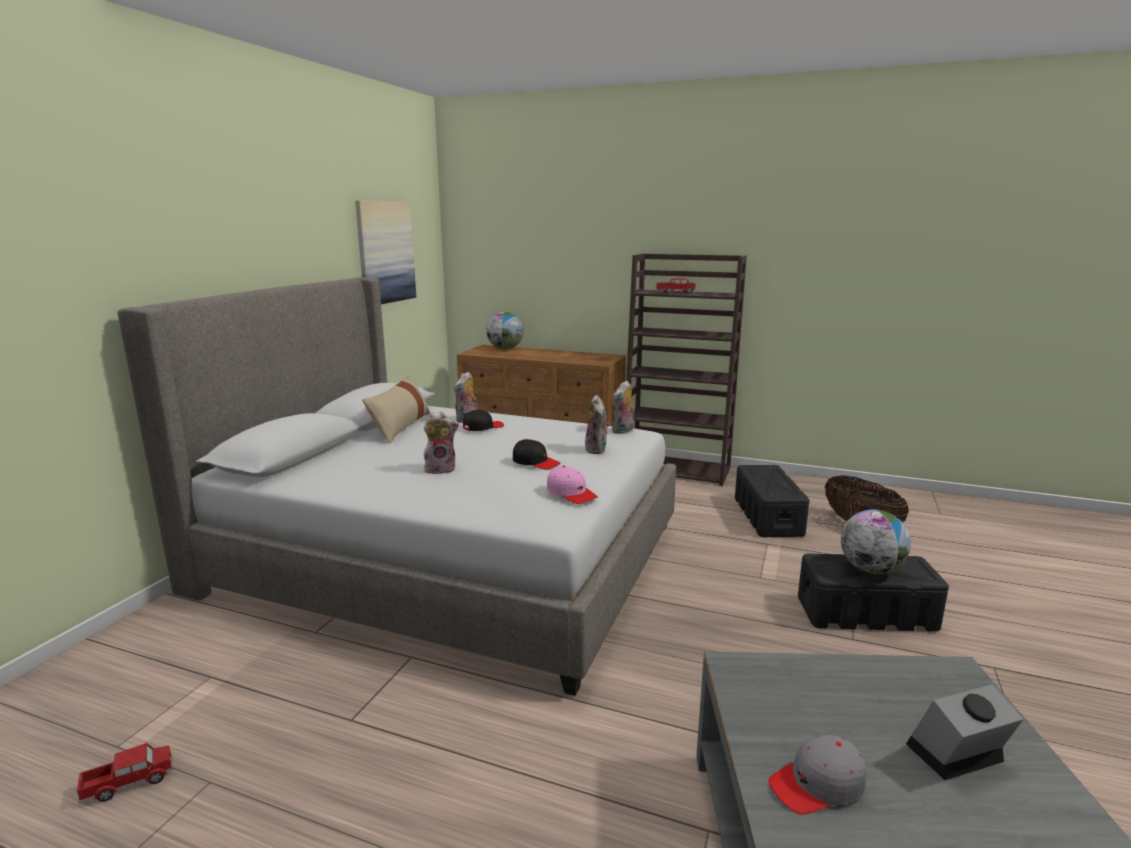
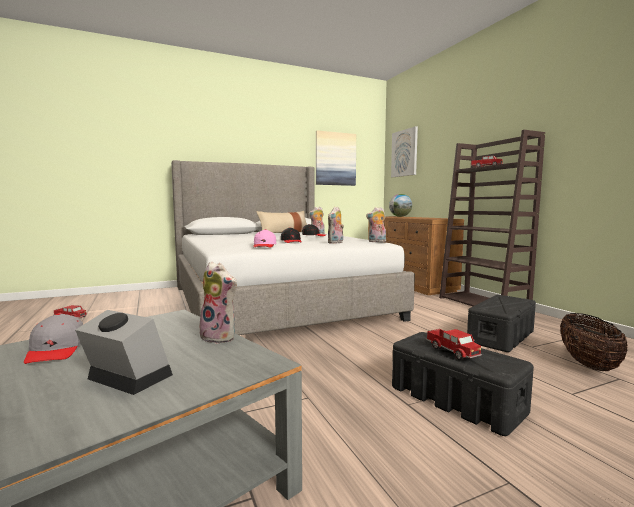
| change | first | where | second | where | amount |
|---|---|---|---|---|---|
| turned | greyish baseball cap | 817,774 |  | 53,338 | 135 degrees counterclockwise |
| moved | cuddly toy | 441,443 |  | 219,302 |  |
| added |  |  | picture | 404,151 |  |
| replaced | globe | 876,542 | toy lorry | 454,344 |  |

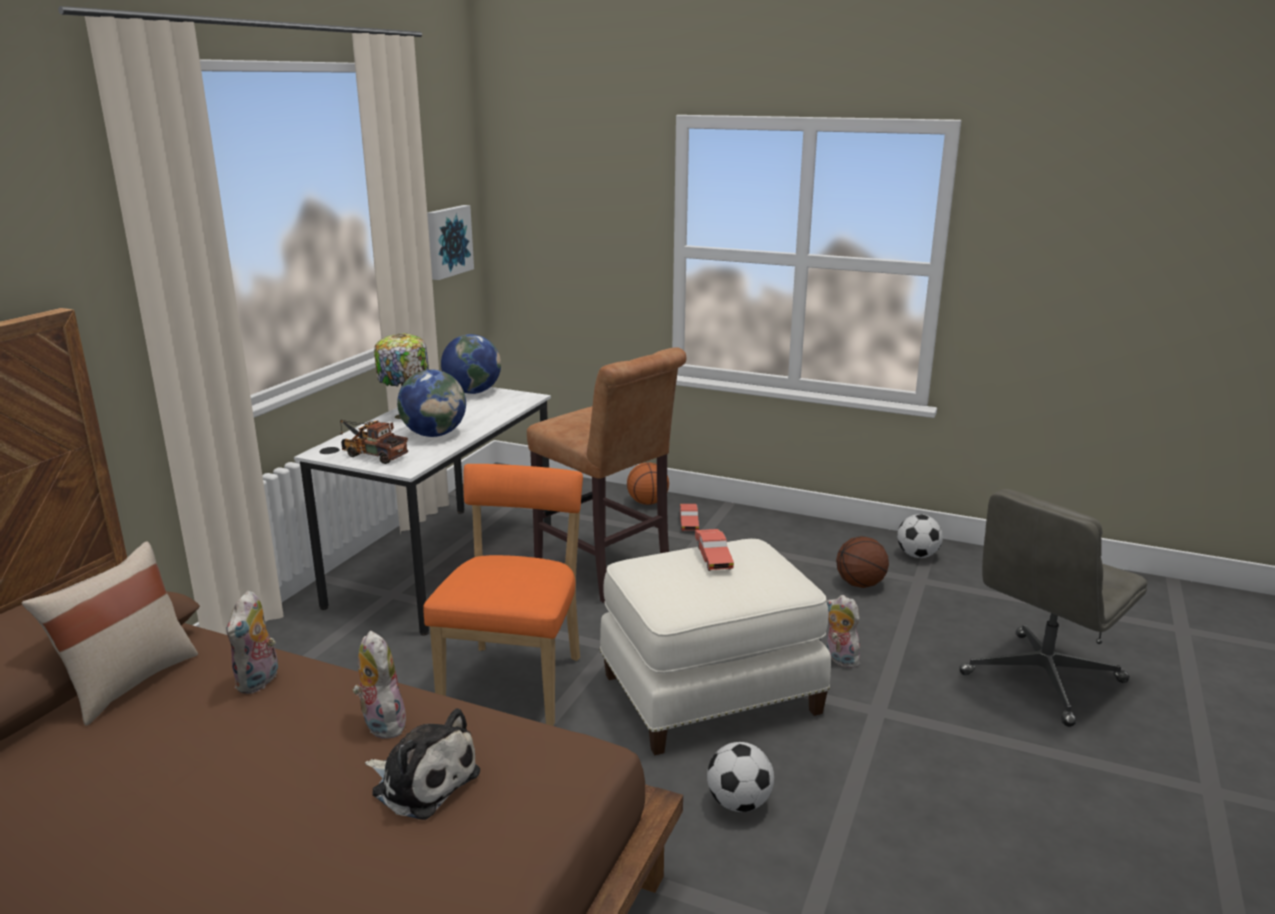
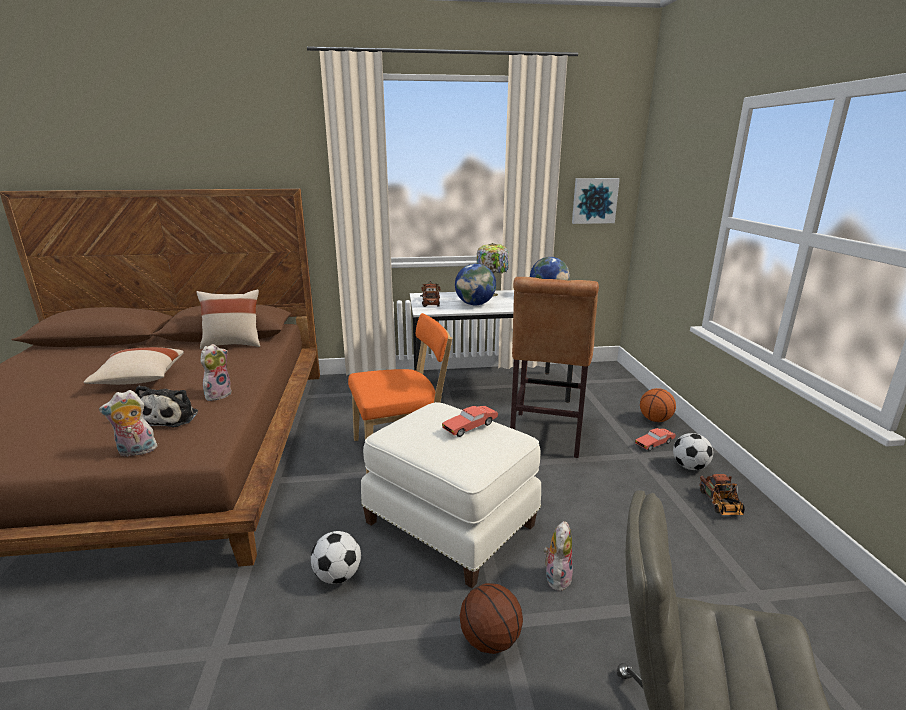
| change | first | where | second | where | amount |
|---|---|---|---|---|---|
| added |  |  | beige-coloured cushion | 134,366 |  |
| moved | cuddly toy | 252,642 |  | 128,423 |  |
| moved | ball for basketball | 862,562 |  | 491,618 |  |
| moved | football ball | 920,536 |  | 693,451 |  |
| added |  |  | toy lorry | 722,494 |  |

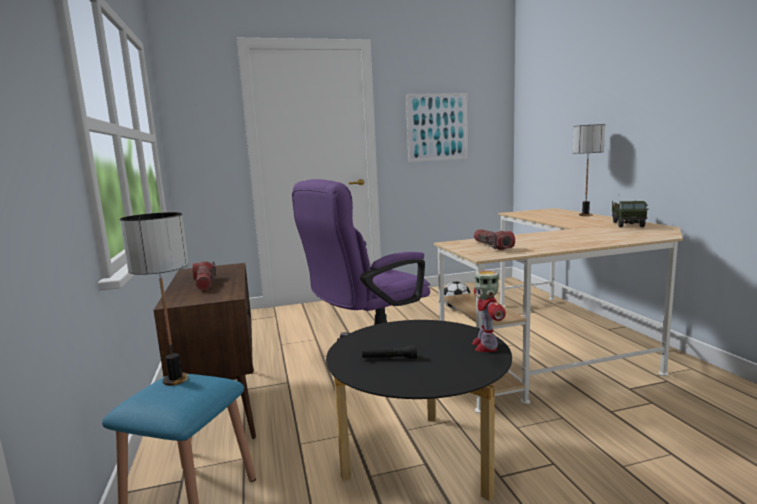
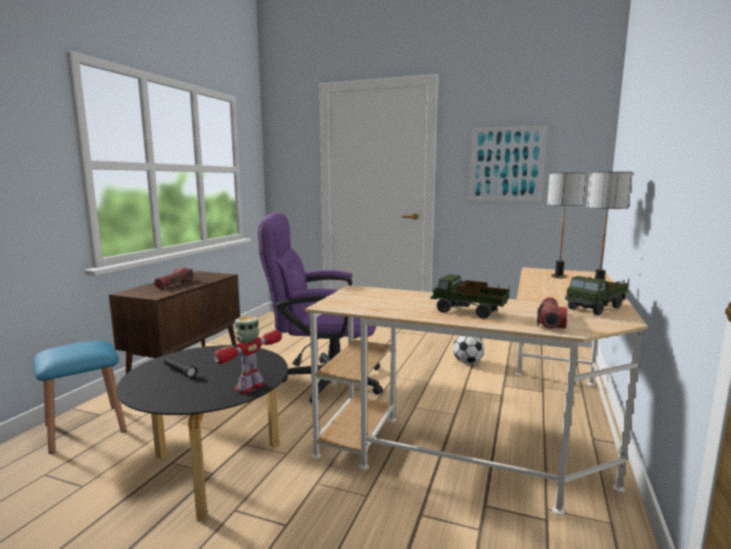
| change | first | where | second | where | amount |
|---|---|---|---|---|---|
| added |  |  | toy lorry | 470,296 |  |
| moved | flashlight | 494,239 |  | 552,312 |  |
| moved | tabletop lamp | 154,299 |  | 566,225 |  |

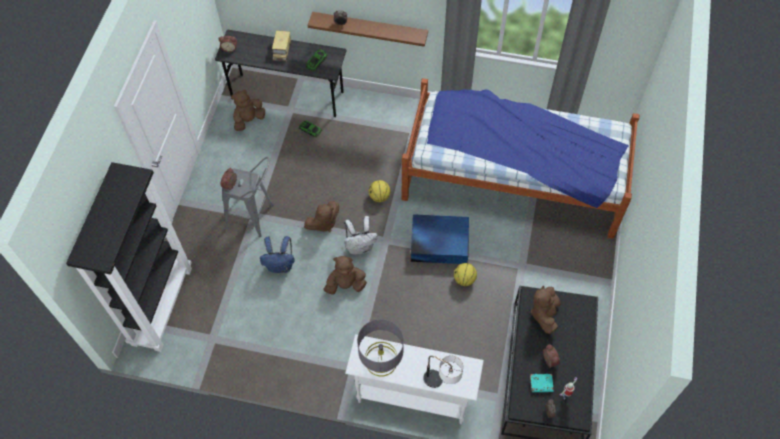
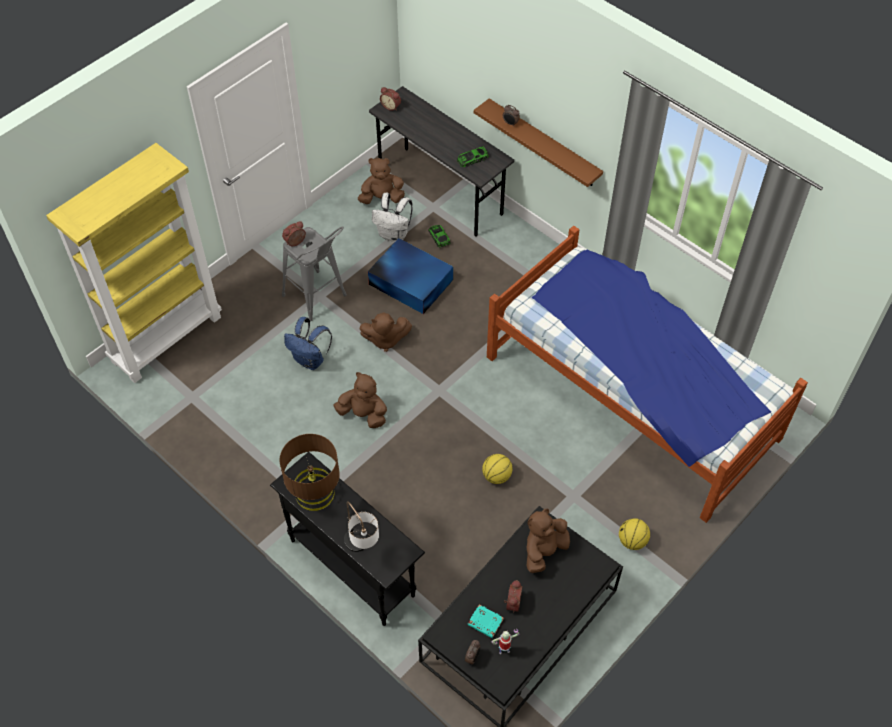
| change | first | where | second | where | amount |
|---|---|---|---|---|---|
| recoloured | blackish bookcase | 129,257 | yellow-coloured bookcase | 134,263 |  |
| recoloured | whitish console table | 414,379 | blackish console table | 347,539 |  |
| recoloured | greyish tabletop lamp | 380,348 | brown-coloured tabletop lamp | 310,472 |  |
| moved | blue-coloured storage box | 440,239 |  | 410,276 |  |
| moved | whitish rucksack | 361,235 |  | 392,217 |  |
| moved | ball for basketball | 379,191 |  | 634,534 |  |
| removed | toy lorry | 281,46 |  |  |  |

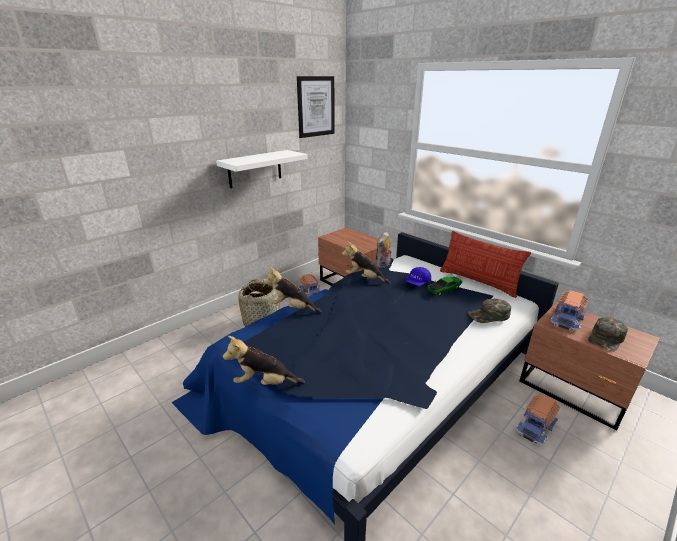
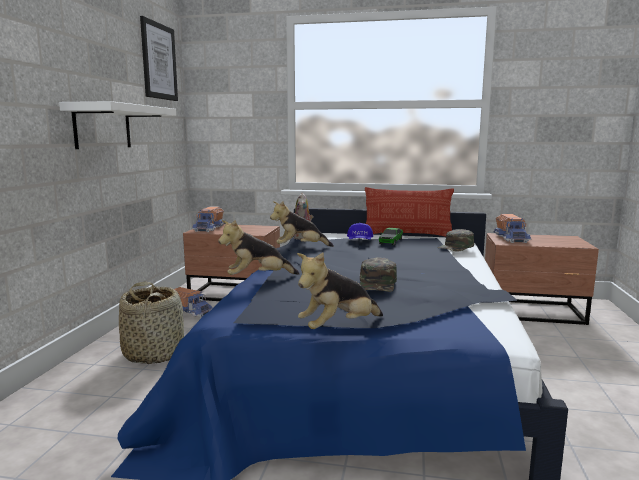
| change | first | where | second | where | amount |
|---|---|---|---|---|---|
| moved | toy lorry | 538,419 |  | 208,219 |  |
| moved | green-coloured baseball cap | 608,334 |  | 378,274 |  |

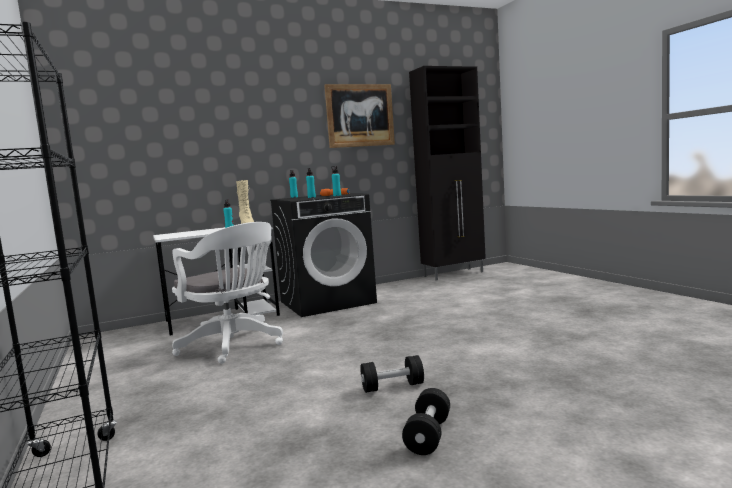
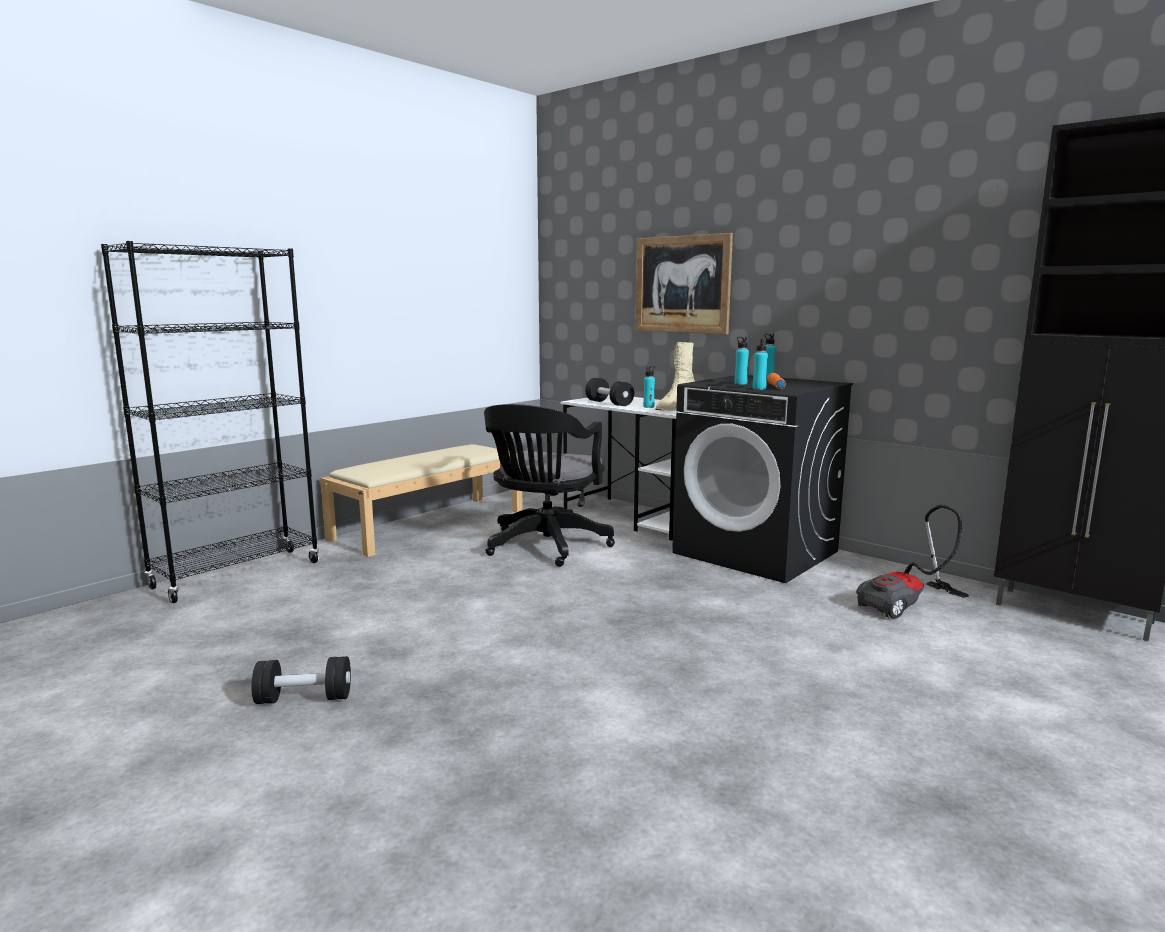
| change | first | where | second | where | amount |
|---|---|---|---|---|---|
| added |  |  | beige-coloured long seat | 421,500 |  |
| recoloured | whitish desk chair | 227,293 | blackish desk chair | 549,485 |  |
| moved | blackish dumbbell | 392,374 |  | 609,392 |  |
| moved | picture | 359,116 |  | 684,283 |  |
| added |  |  | vacuum cleaner | 912,562 |  |

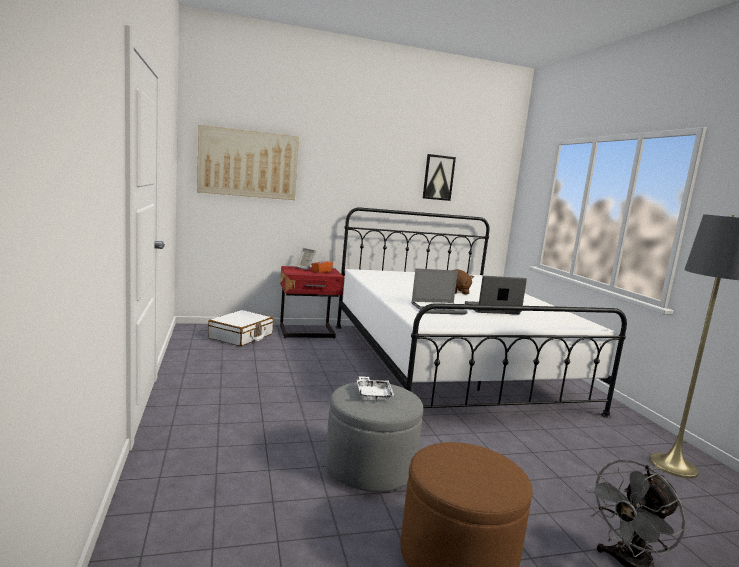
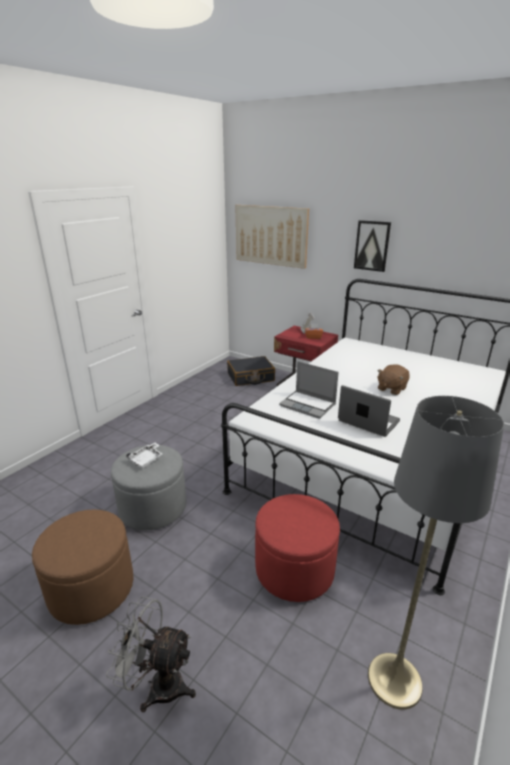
| change | first | where | second | where | amount |
|---|---|---|---|---|---|
| recoloured | whitish travel case | 240,328 | blackish travel case | 251,371 |  |
| added |  |  | red-coloured ottoman | 297,548 |  |
| moved | picture | 439,177 |  | 372,246 |  |

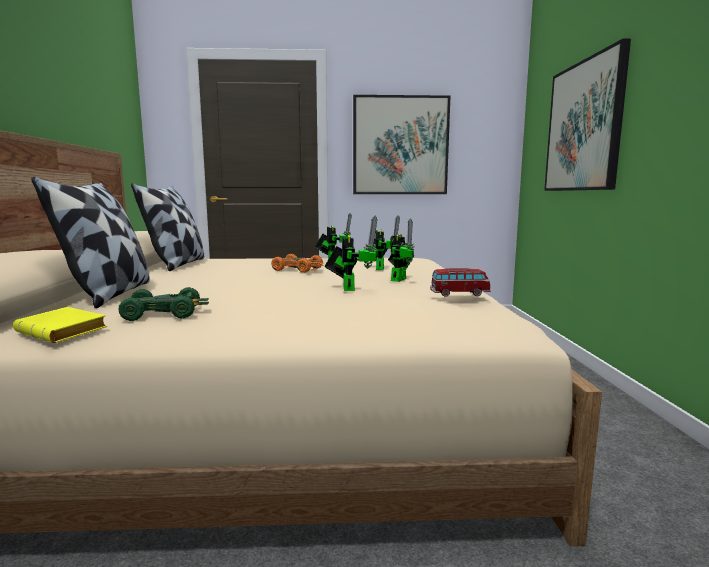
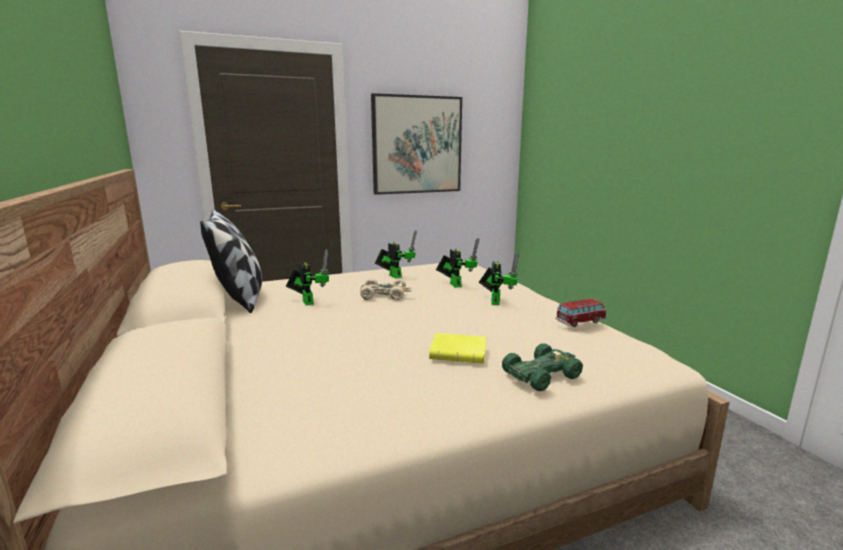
| change | first | where | second | where | amount |
|---|---|---|---|---|---|
| moved | robot figure | 351,253 |  | 307,277 |  |
| recoloured | orange model car | 297,263 | beige-coloured model car | 386,289 |  |
| moved | yellow-coloured bound book | 60,325 |  | 457,348 |  |
| moved | green-coloured model car | 163,304 |  | 542,367 |  |
| removed | cushion | 90,242 |  |  |  |
| removed | picture | 587,115 |  |  |  |

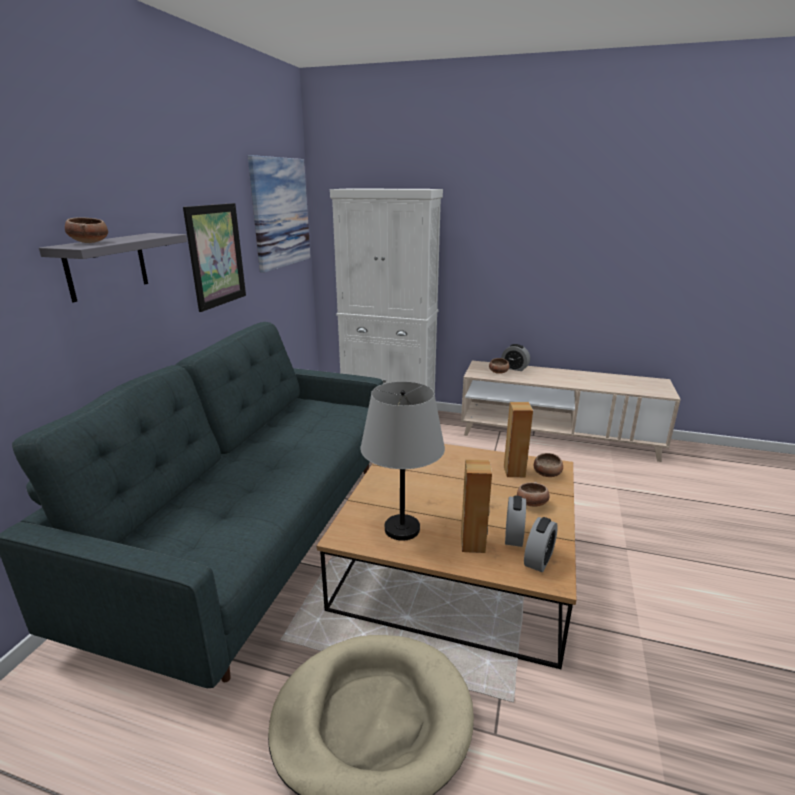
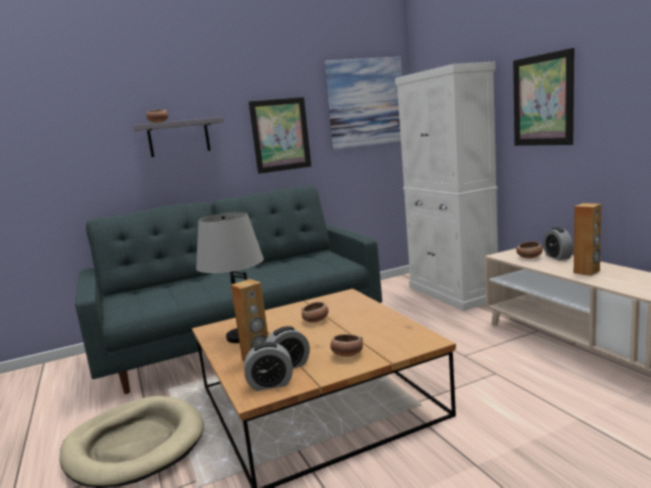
| change | first | where | second | where | amount |
|---|---|---|---|---|---|
| moved | serving bowl | 548,465 |  | 315,312 |  |
| added |  |  | picture | 543,97 |  |
| moved | brown-coloured audio speaker | 518,439 |  | 587,239 |  |

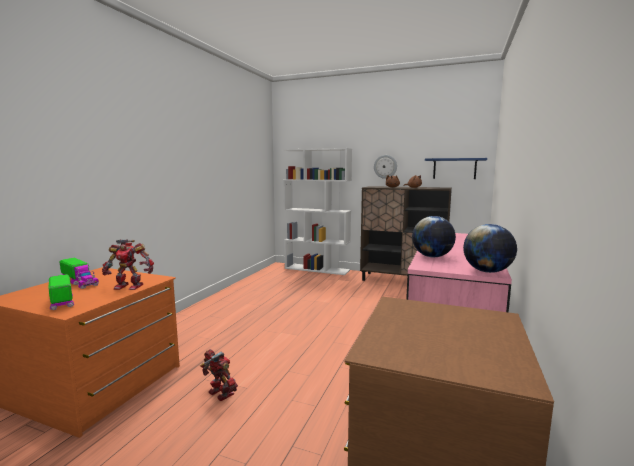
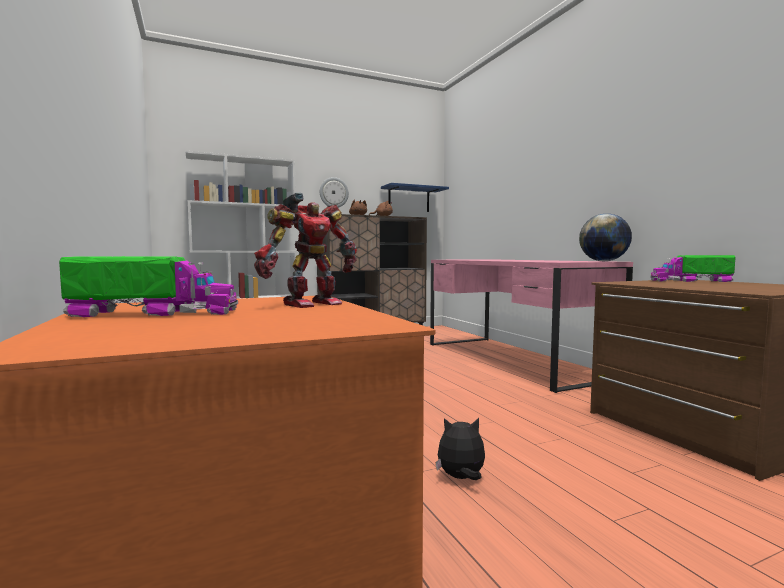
| change | first | where | second | where | amount |
|---|---|---|---|---|---|
| replaced | robot figure | 219,375 | cuddly toy | 460,449 |  |
| moved | toy lorry | 61,292 |  | 692,268 |  |
| removed | globe | 434,237 |  |  |  |

